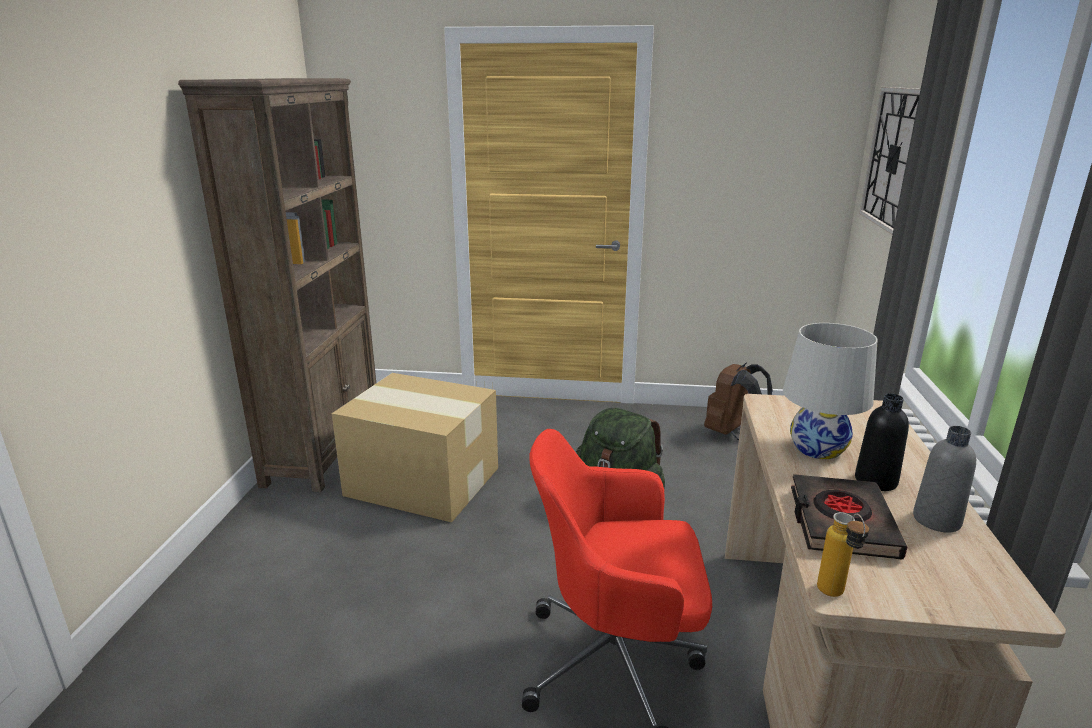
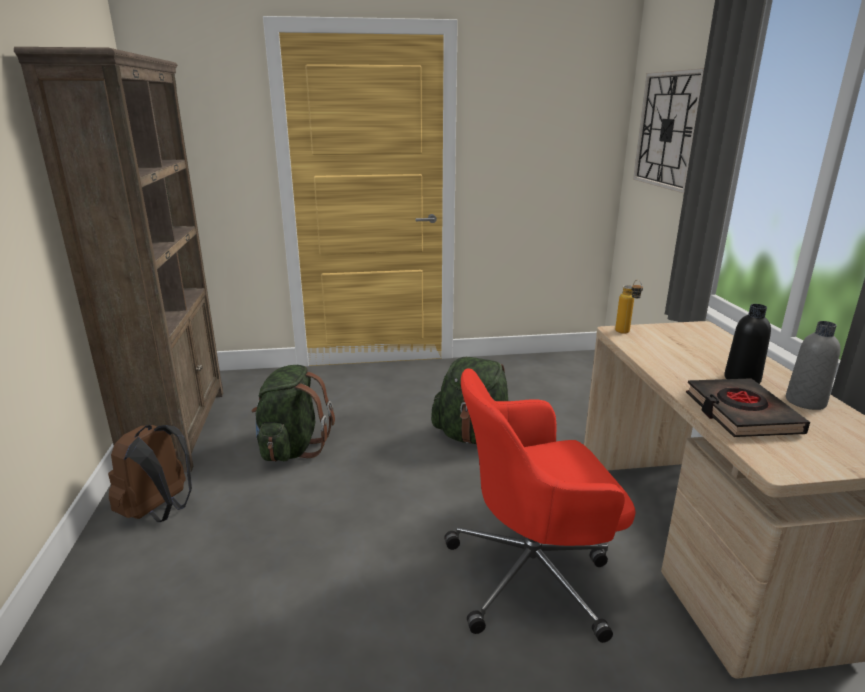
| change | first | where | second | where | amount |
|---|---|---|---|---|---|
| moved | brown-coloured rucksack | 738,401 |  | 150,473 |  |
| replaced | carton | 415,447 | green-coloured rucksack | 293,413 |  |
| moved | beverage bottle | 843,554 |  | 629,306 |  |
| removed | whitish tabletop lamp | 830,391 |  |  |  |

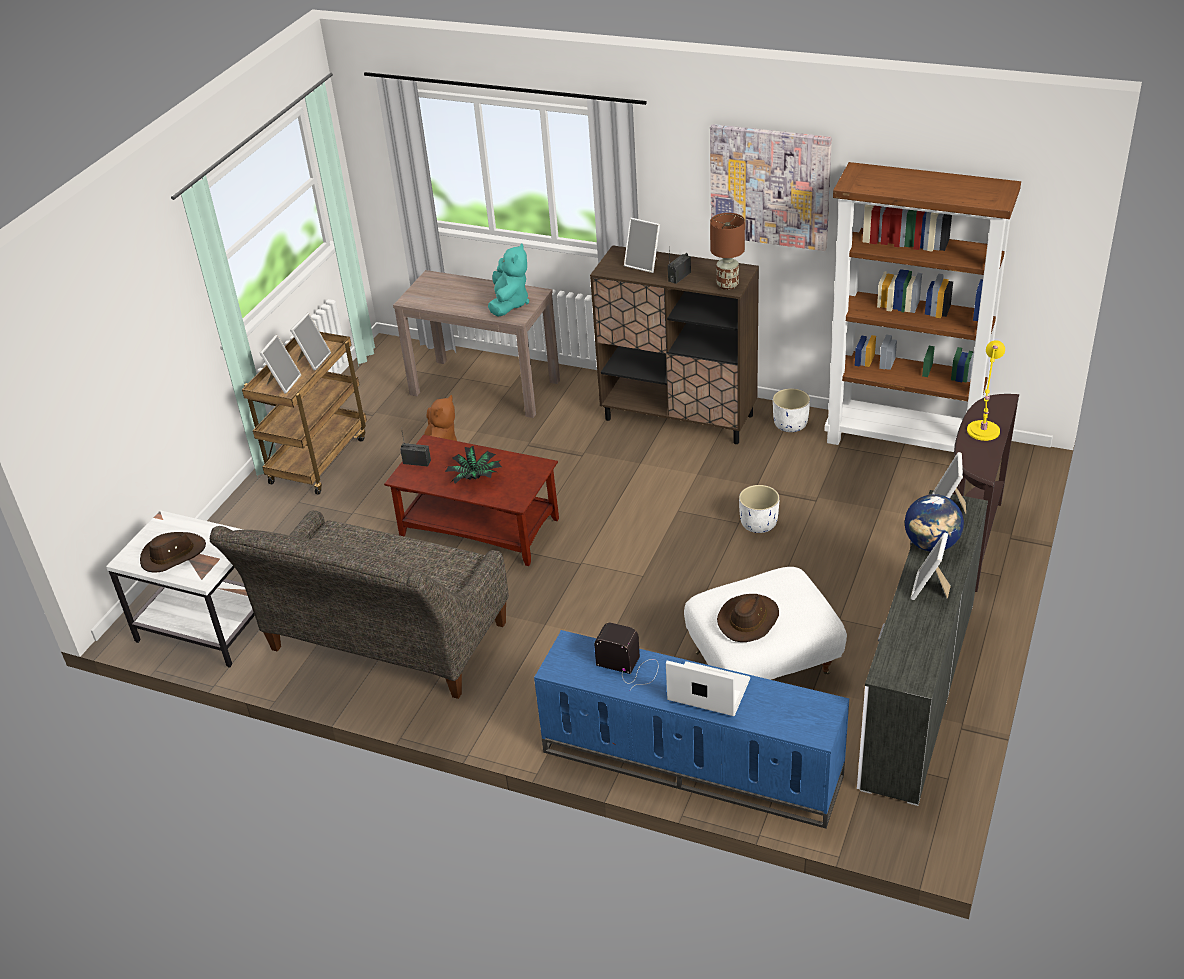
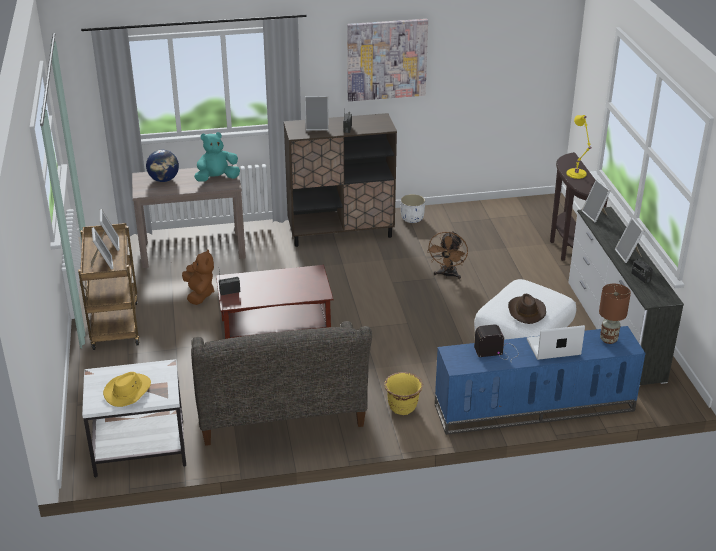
| change | first | where | second | where | amount |
|---|---|---|---|---|---|
| recoloured | brown-coloured wearable hat | 173,552 | yellow-coloured wearable hat | 127,389 |  |
| moved | globe | 934,523 |  | 162,166 |  |
| turned | blue-green cuddly toy | 508,280 |  | 217,156 | 90 degrees counterclockwise |
| added |  |  | yellow-coloured plant pot | 403,393 |  |
| replaced | whitish plant pot | 759,509 | brown-coloured cooling fan | 447,255 |  |
| moved | brown-coloured tabletop lamp | 727,251 |  | 615,314 |  |
| added |  |  | radio set | 642,269 |  |
| removed | plant in a pot | 473,465 |  |  |  |
| removed | brown-coloured bookcase | 922,307 |  |  |  |

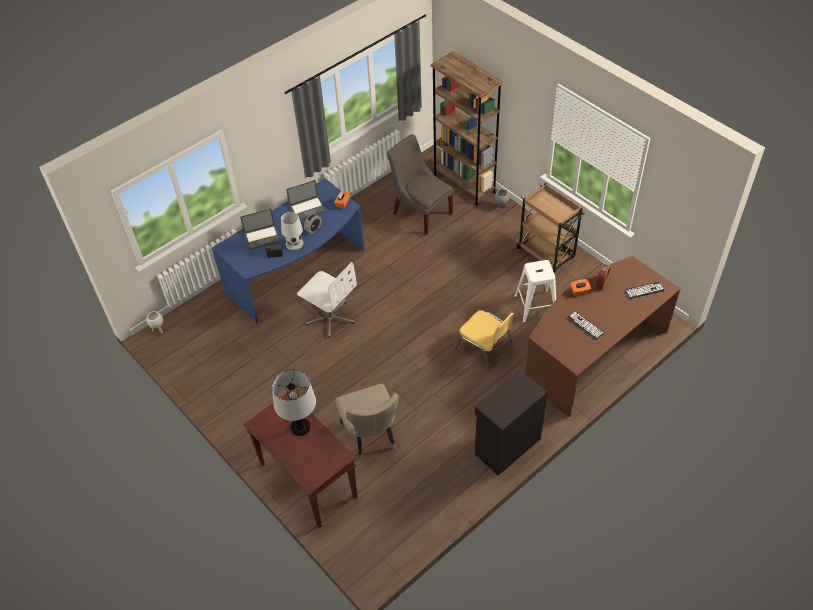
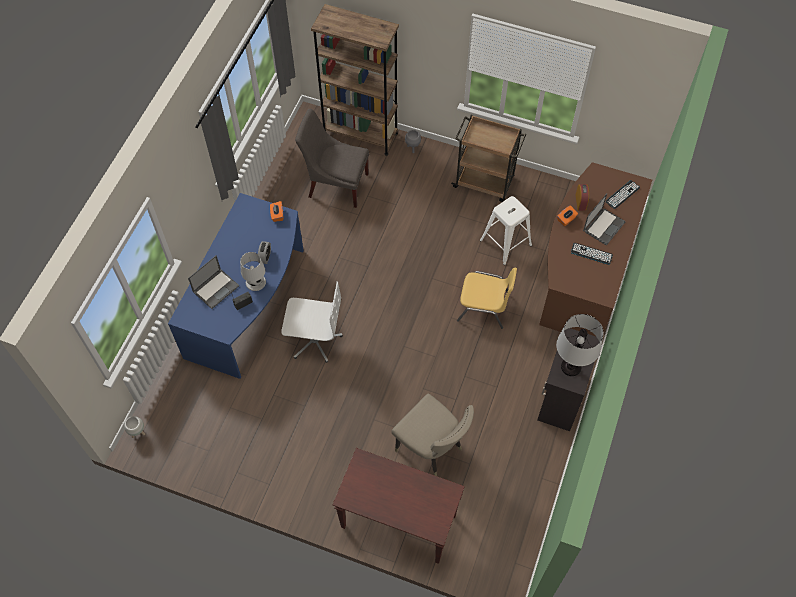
| change | first | where | second | where | amount |
|---|---|---|---|---|---|
| moved | tabletop lamp | 294,402 |  | 580,345 |  |
| moved | laptop | 306,200 |  | 604,220 |  |

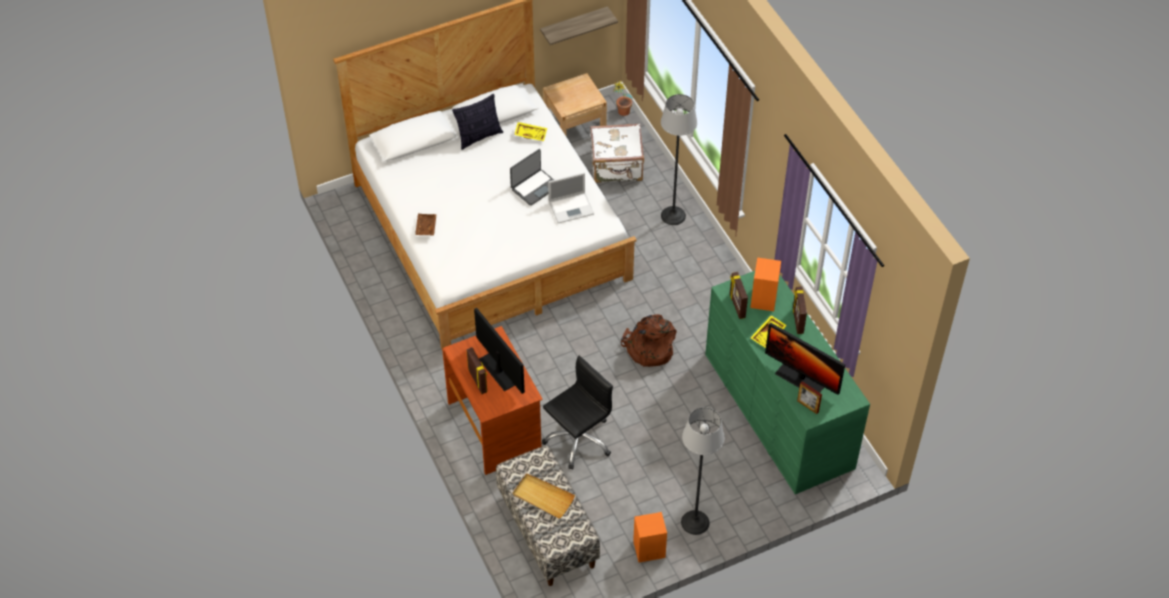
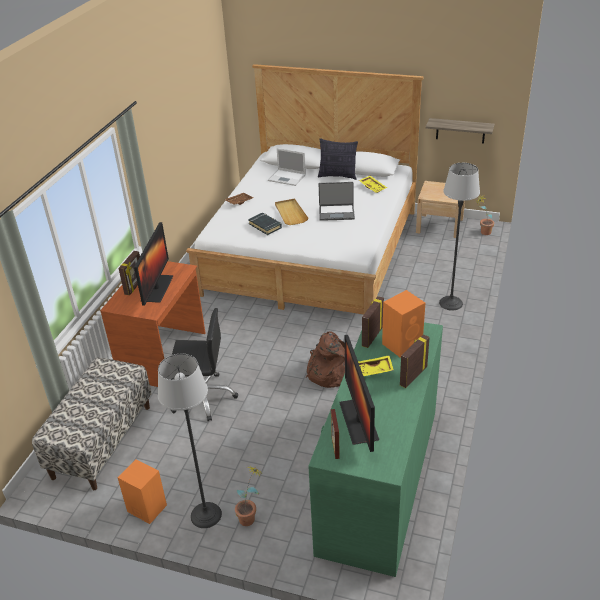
| change | first | where | second | where | amount |
|---|---|---|---|---|---|
| added |  |  | plant in a pot | 249,495 |  |
| added |  |  | blackish bound book | 265,224 |  |
| moved | laptop | 571,197 |  | 287,167 |  |
| moved | beige-coloured tray | 544,496 |  | 291,212 |  |
| removed | whitish travel case | 617,153 |  |  |  |

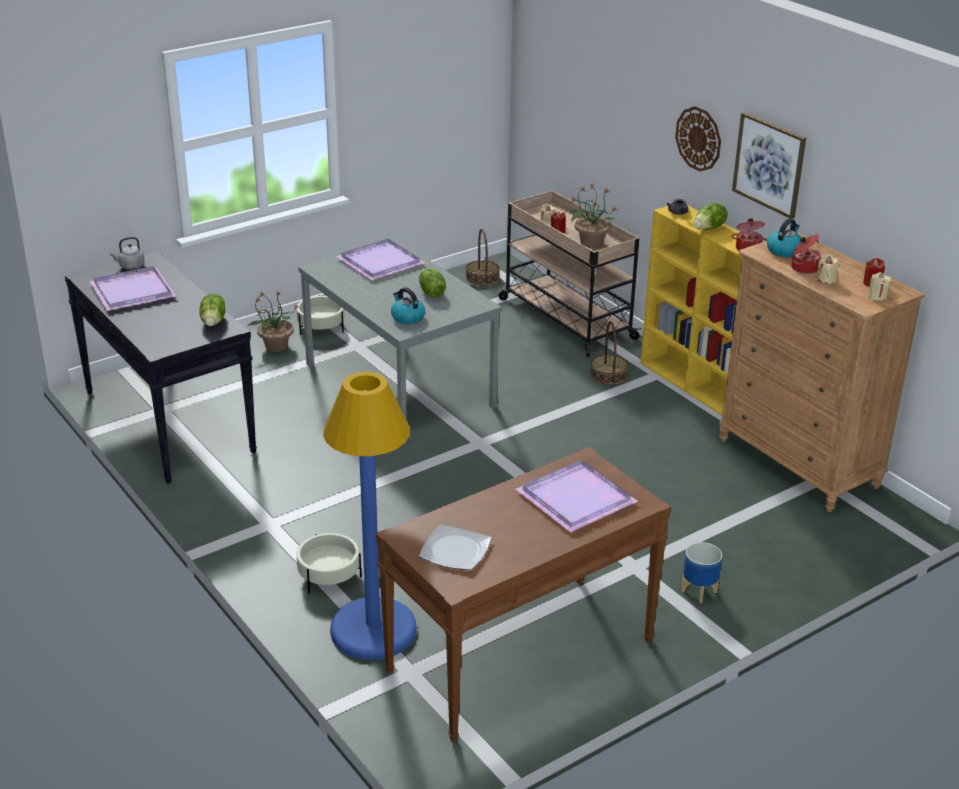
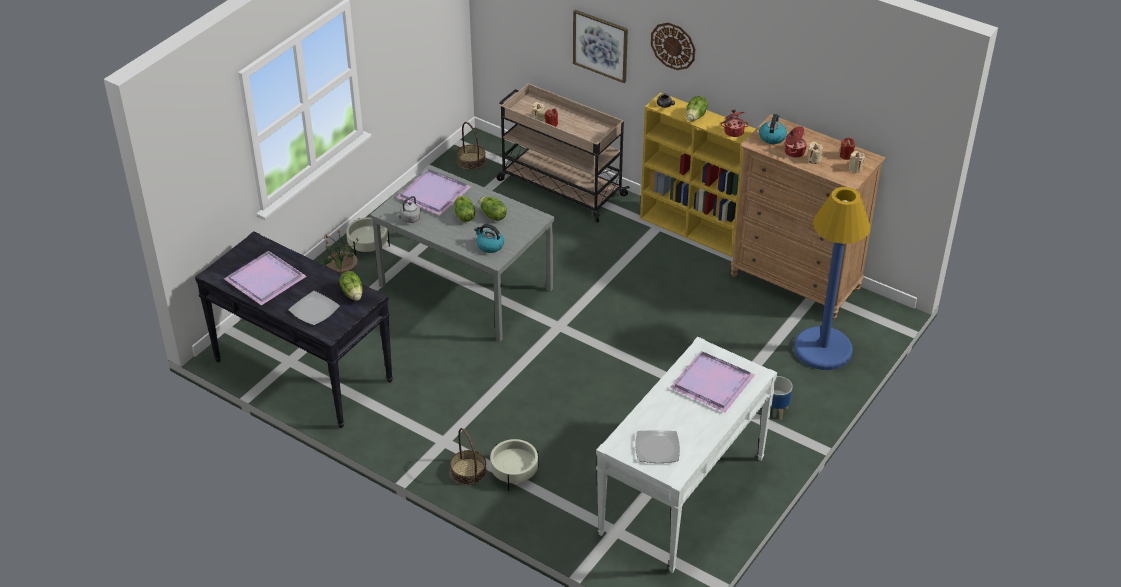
| change | first | where | second | where | amount |
|---|---|---|---|---|---|
| added |  |  | flat dish | 314,308 |  |
| moved | greyish water kettle | 127,253 |  | 408,209 |  |
| moved | household basket | 609,353 |  | 468,456 |  |
| added |  |  | head of lettuce | 464,208 |  |
| moved | picture | 769,165 |  | 600,46 |  |
| recoloured | brown-coloured console table | 523,594 | whitish console table | 686,455 |  |
| moved | blue-coloured standard lamp | 370,516 |  | 832,278 |  |
| removed | plant in a pot | 592,216 |  |  |  |

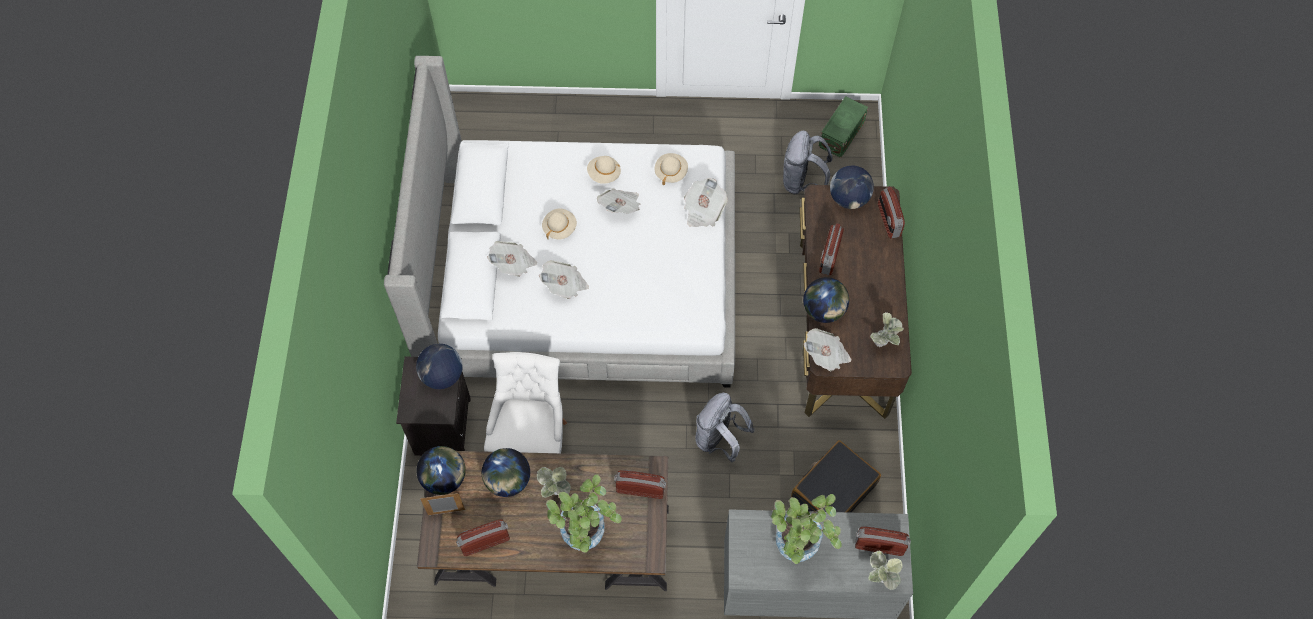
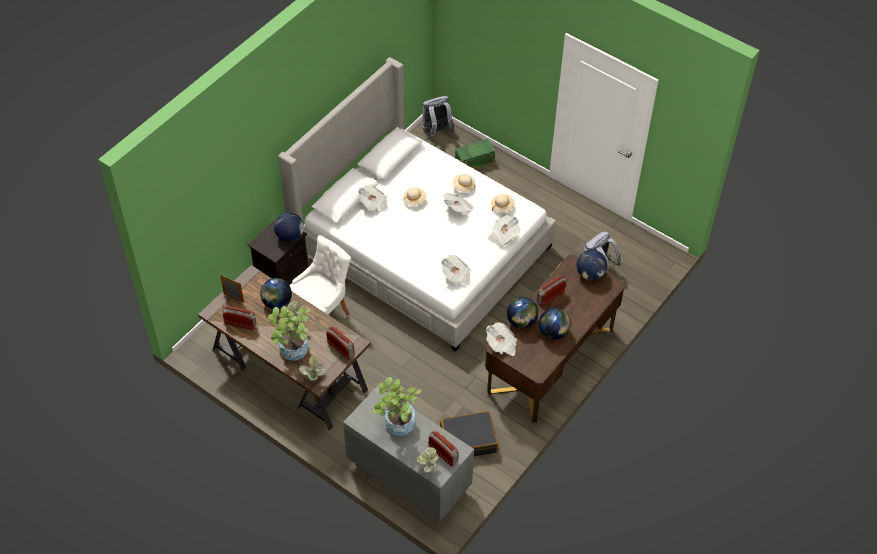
| change | first | where | second | where | amount |
|---|---|---|---|---|---|
| moved | plant in a pot | 887,329 |  | 312,368 |  |
| moved | greyish rucksack | 725,428 |  | 438,117 |  |
| moved | daily paper | 564,279 |  | 456,270 |  |
| moved | green-coloured storage box | 843,127 |  | 475,154 |  |
| moved | globe | 441,470 |  | 555,324 |  |
| removed | radio set | 891,212 |  |  |  |

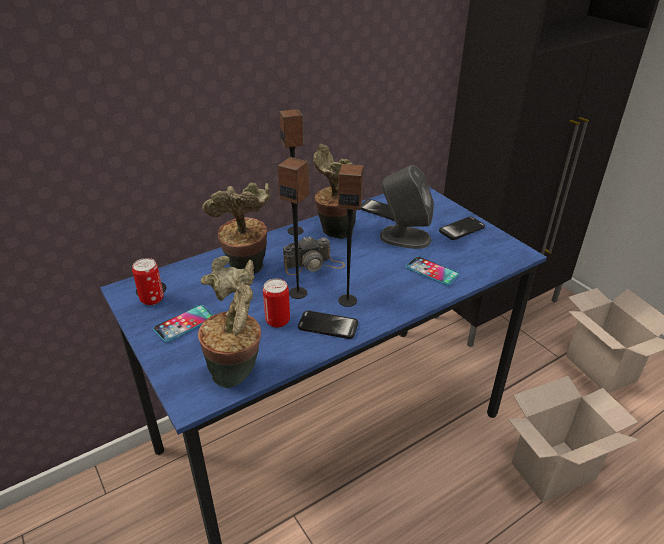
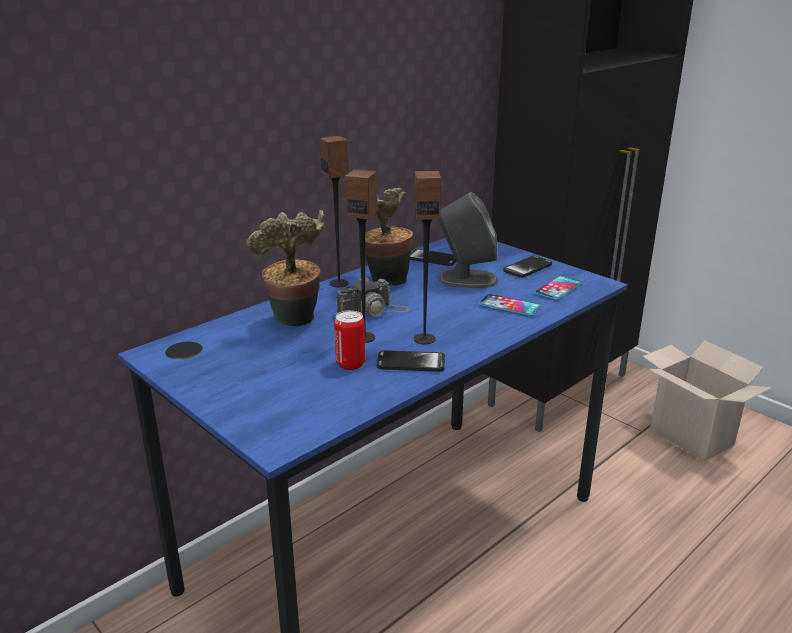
| change | first | where | second | where | amount |
|---|---|---|---|---|---|
| moved | telephone | 183,323 |  | 558,288 |  |
| removed | can | 148,281 |  |  |  |
| removed | plant in a pot | 229,322 |  |  |  |
| removed | carton | 573,439 |  |  |  |

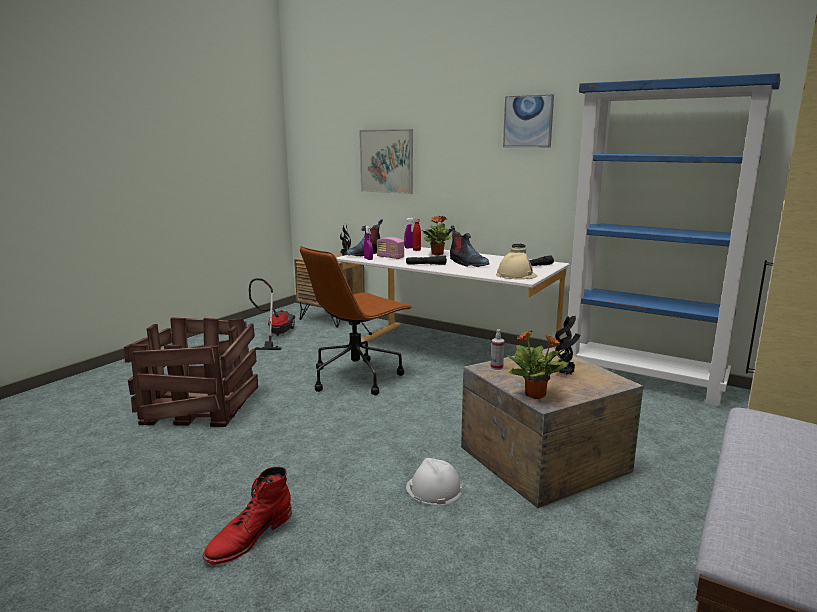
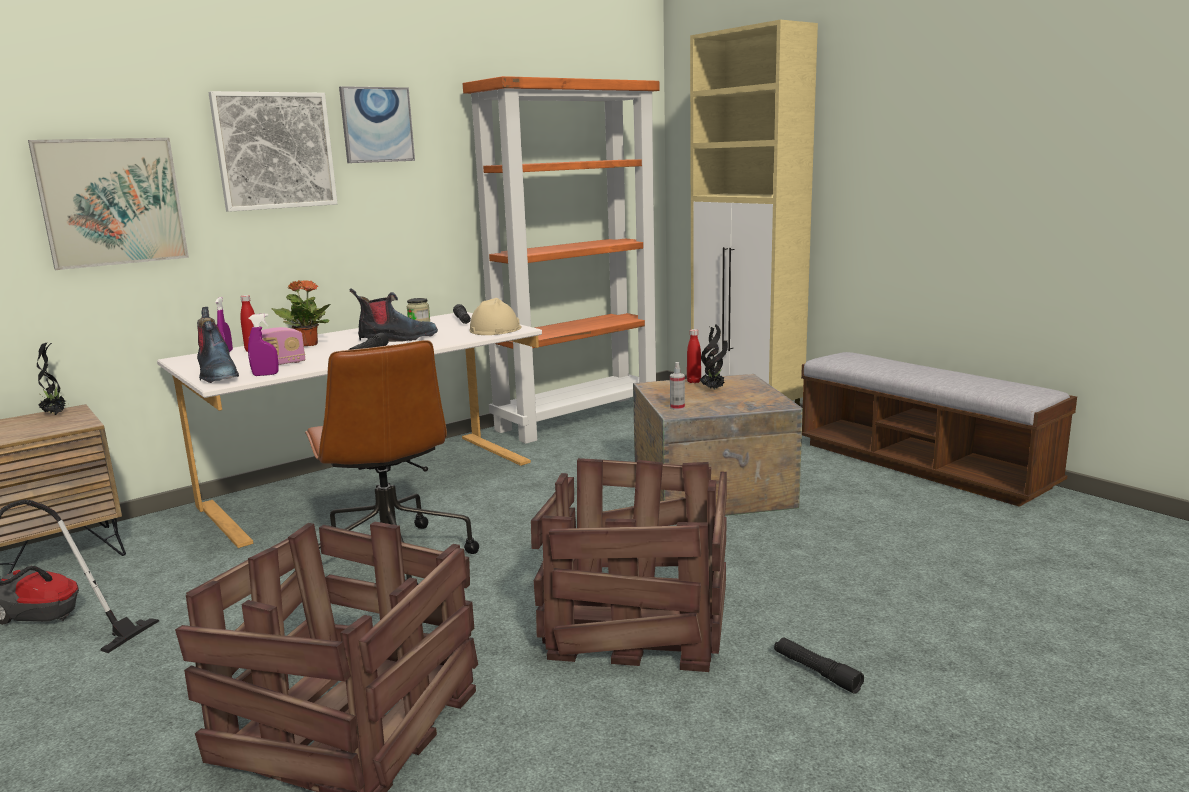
| change | first | where | second | where | amount |
|---|---|---|---|---|---|
| added |  |  | picture | 273,151 |  |
| recoloured | blue-coloured bookcase | 672,240 | orange bookcase | 561,260 |  |
| added |  |  | shipping crate | 629,565 |  |
| added |  |  | red-coloured beverage bottle | 694,356 |  |
| replaced | red-coloured boot | 247,516 | blackish flashlight | 819,665 |  |
| removed | whitish work helmet | 434,482 |  |  |  |
| removed | plant in a pot | 537,364 |  |  |  |

